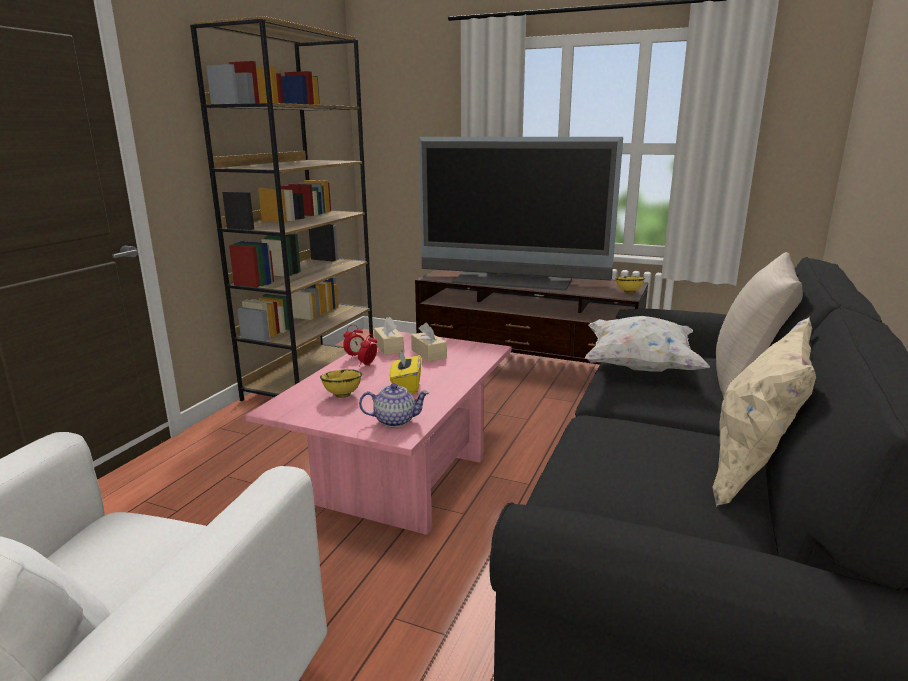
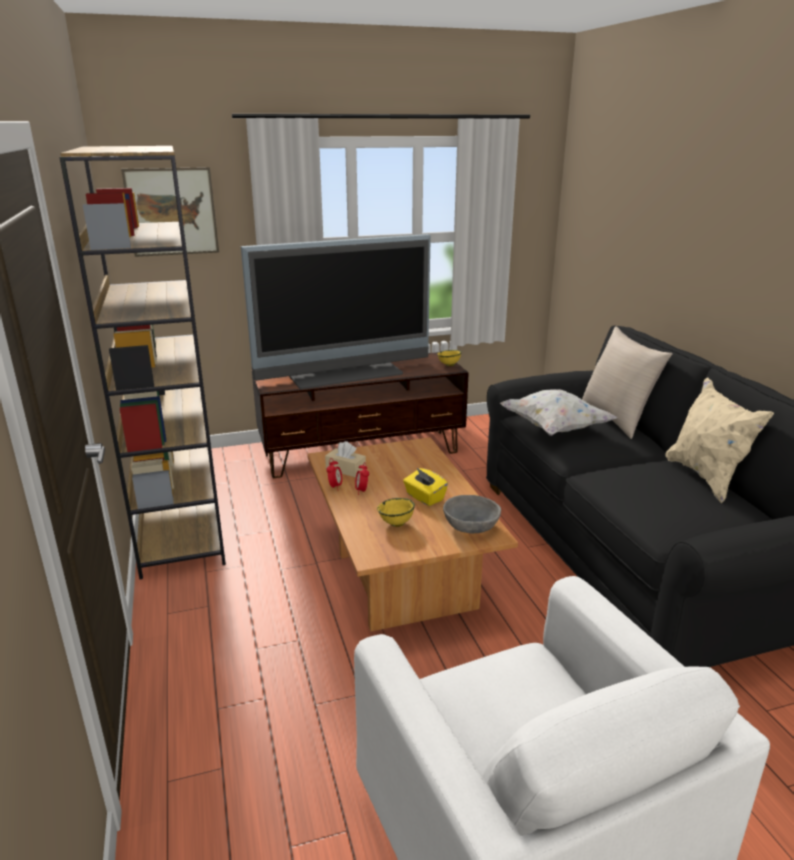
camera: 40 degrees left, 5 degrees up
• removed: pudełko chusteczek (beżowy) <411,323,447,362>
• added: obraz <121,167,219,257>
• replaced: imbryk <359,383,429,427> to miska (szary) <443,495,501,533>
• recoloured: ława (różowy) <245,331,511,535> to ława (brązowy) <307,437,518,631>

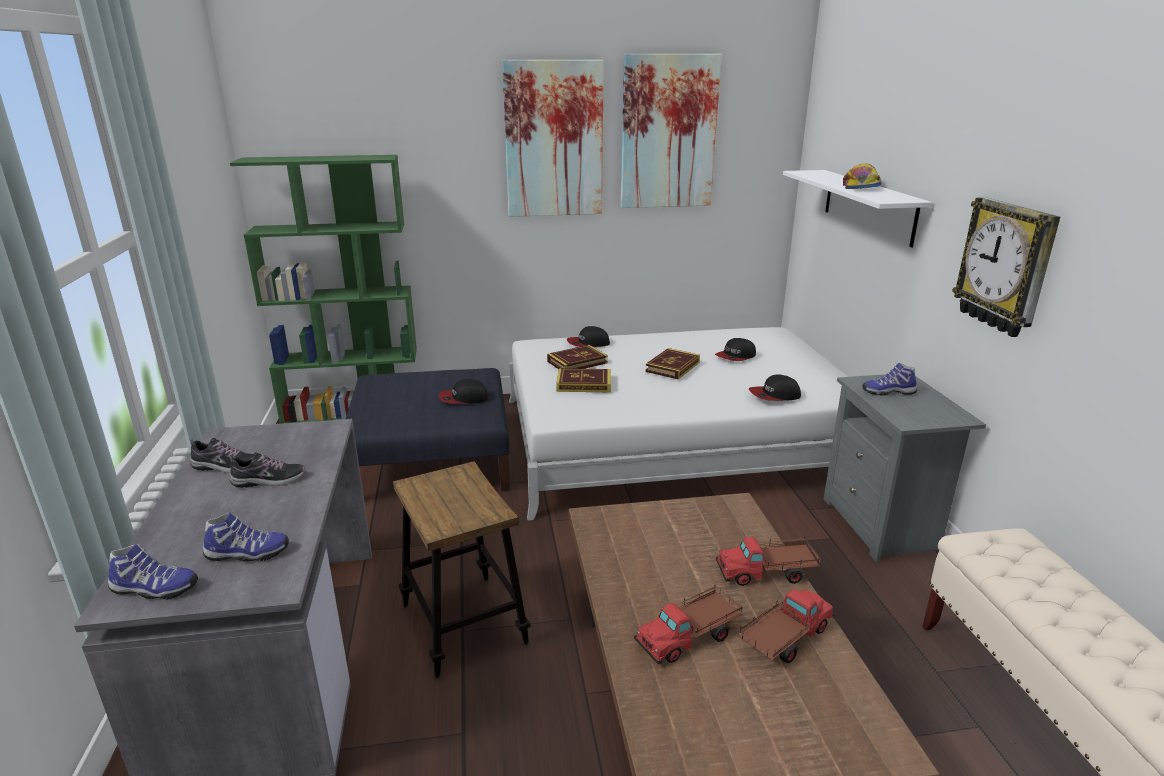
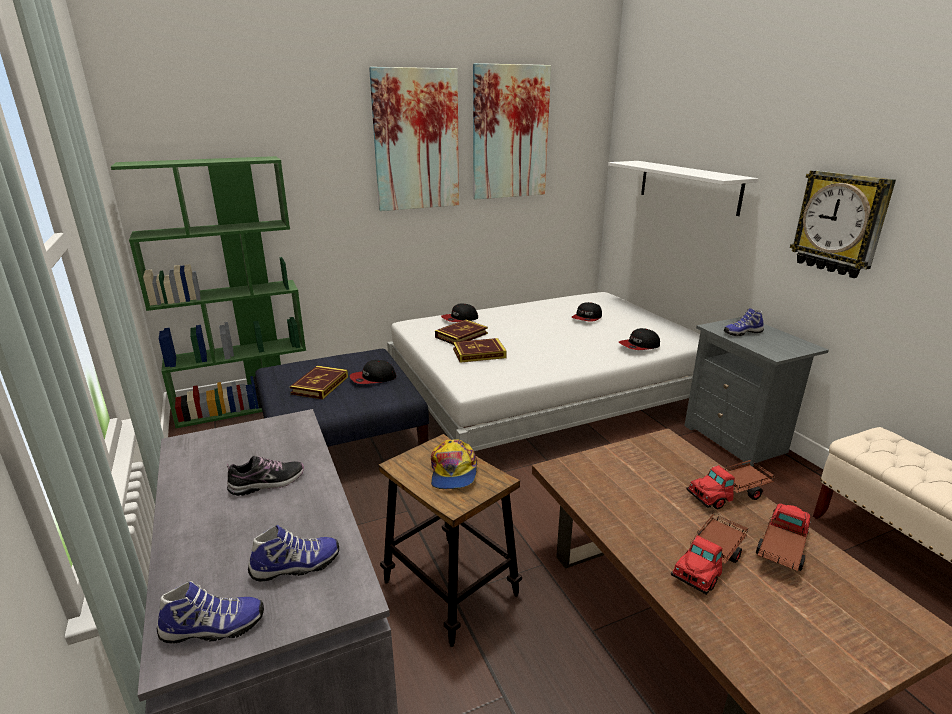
camera: 15 degrees left, 0 degrees up
• removed: but <190,438,253,473>
• moved: książka <645,348,700,379> to <290,366,348,399>
• moved: czapka z daszkiem <843,163,882,189> to <431,439,478,489>

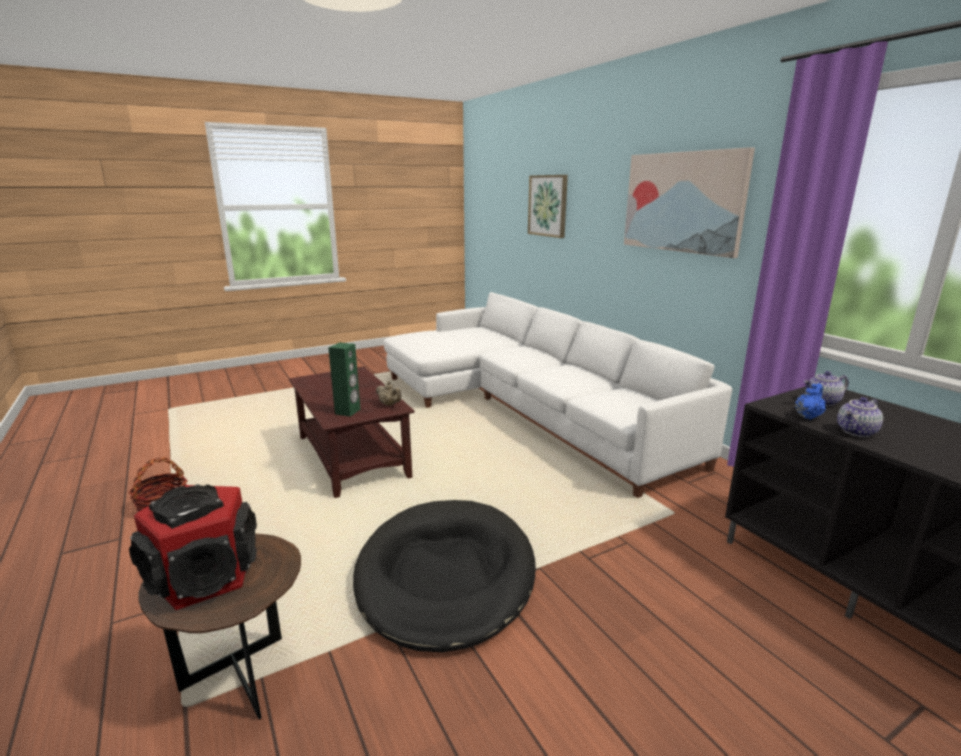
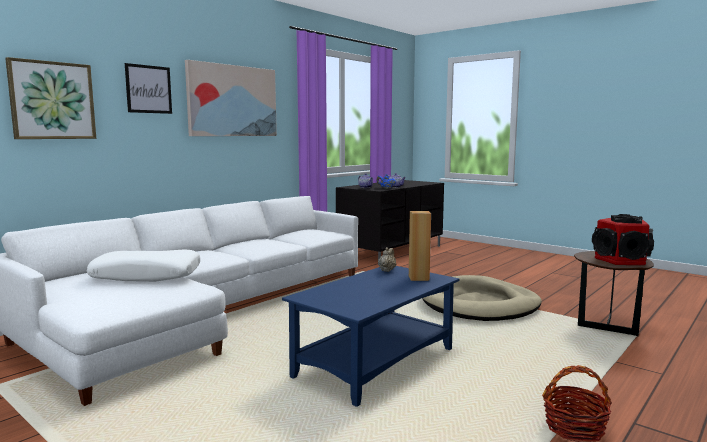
camera: 110 degrees left, 10 degrees down
• added: poduszka (biały) <87,249,200,282>
• added: obraz <125,63,172,114>
• recoloured: ława (brązowy) <289,367,415,498> to ława (niebieski) <282,266,460,407>
• recoloured: głośnik (zielony) <328,342,360,417> to głośnik (brązowy) <409,211,431,281>
• recoloured: legowisko (czarny) <353,500,536,652> to legowisko (beżowy) <422,275,542,321>

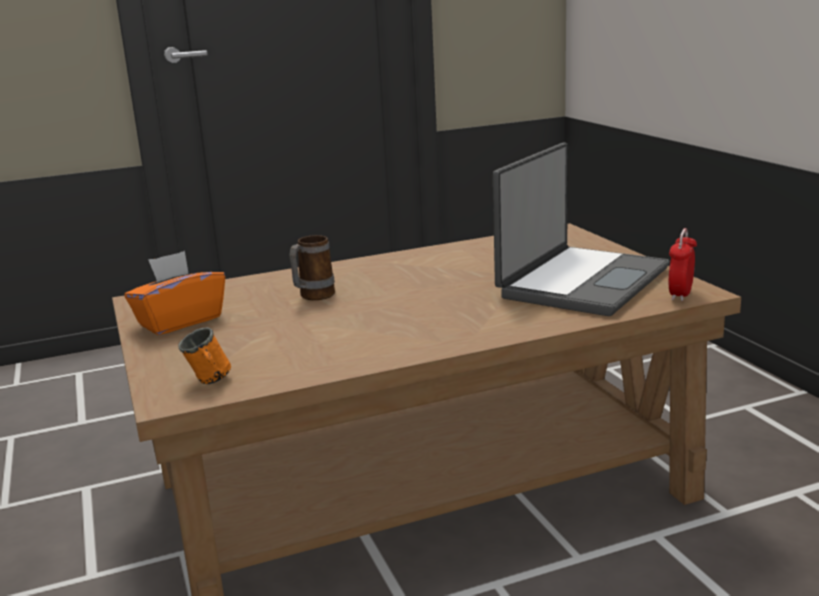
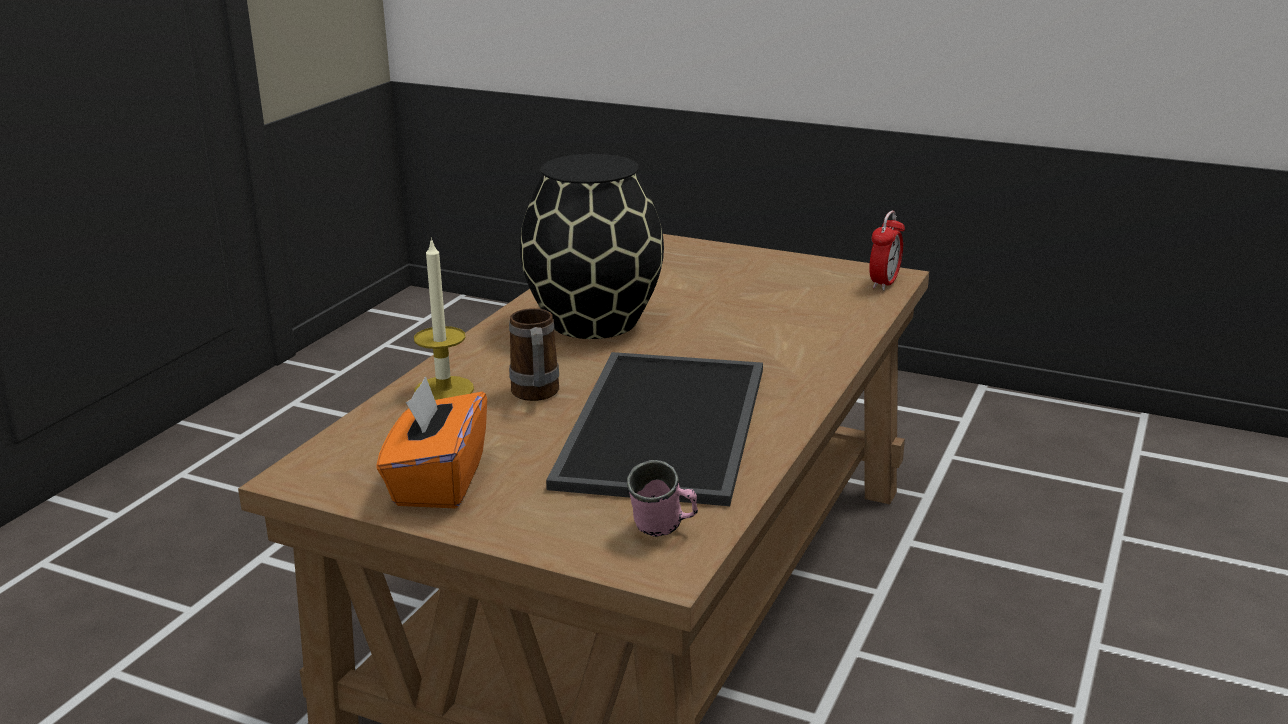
camera: 45 degrees left, 5 degrees up
• removed: laptop <493,143,669,316>
• added: świeca <414,237,474,400>
• added: wazon (czarny) <520,154,664,339>
• added: taca <546,352,763,506>
• recoloured: kubek (pomarańczowy) <178,327,231,384> to kubek (różowy) <627,460,698,537>
• turned: budzik <669,228,697,301> = <869,211,905,291> 135 degrees counterclockwise

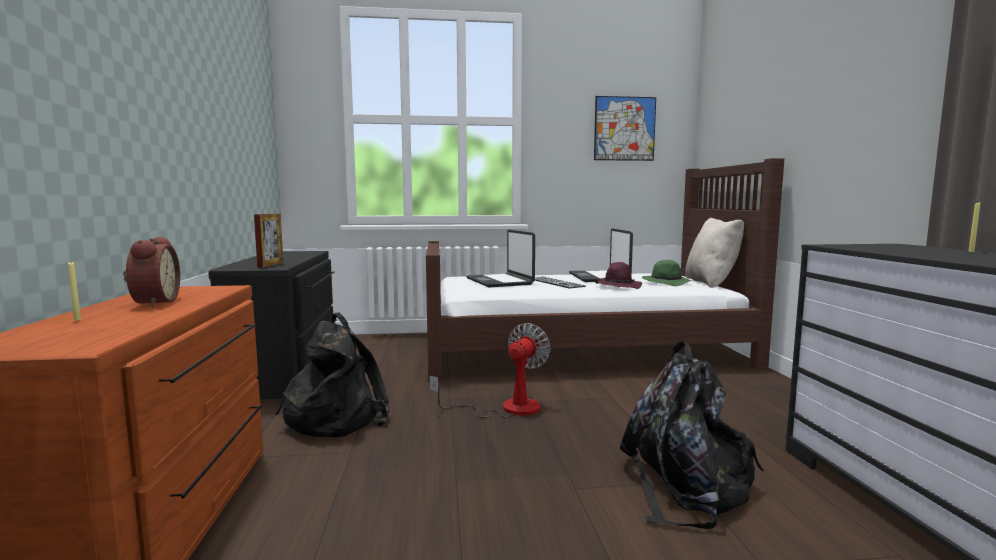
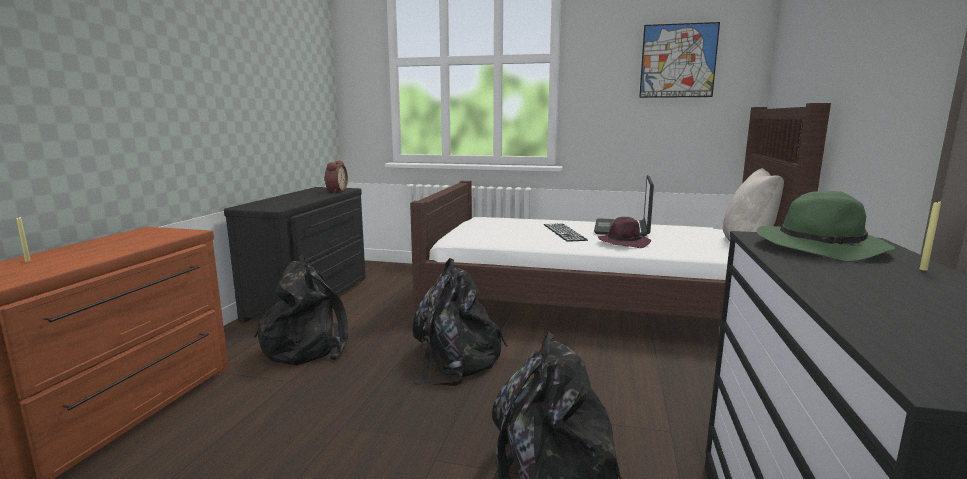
camera: 20 degrees right, 5 degrees up
• removed: ramka na zdjęcie <254,214,283,268>
• removed: laptop <466,230,535,287>
• moved: budzik <123,237,180,307> to <324,160,348,193>
• moved: kapelusz (zielony) <642,260,691,286> to <757,191,895,262>
• replaced: wentylator <430,323,550,418> to plecak (czarny) <412,258,508,386>

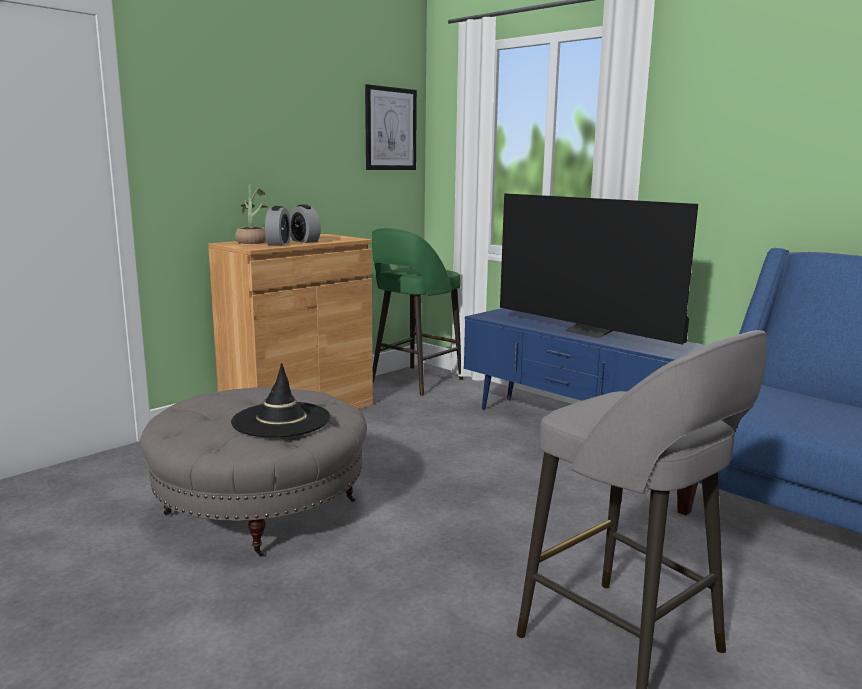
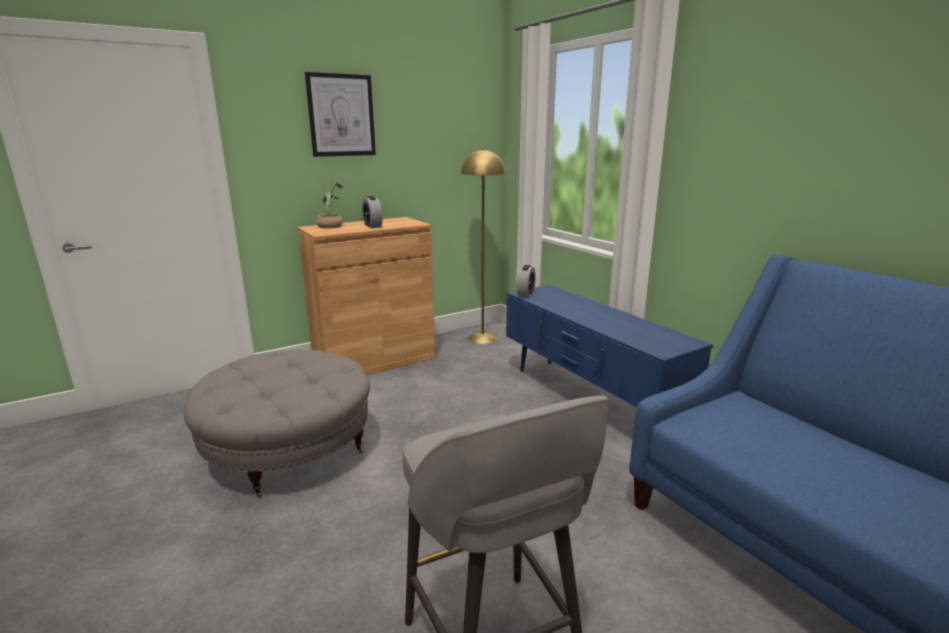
camera: 15 degrees right, 5 degrees up
• removed: kapelusz (czarny) <231,363,330,437>
• removed: telewizor <500,193,698,345>
• moved: budzik <265,206,291,246> to <517,265,536,298>
• moved: obraz <365,84,417,170> to <305,72,376,157>
• replaced: stołek (zielony) <372,228,463,396> to lampa stojąca (żółty) <461,149,505,344>

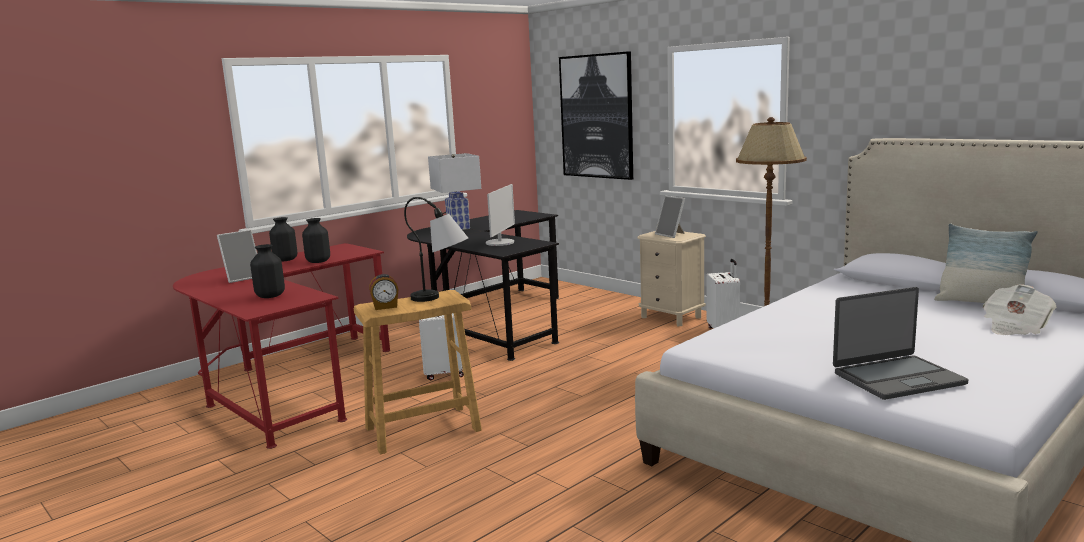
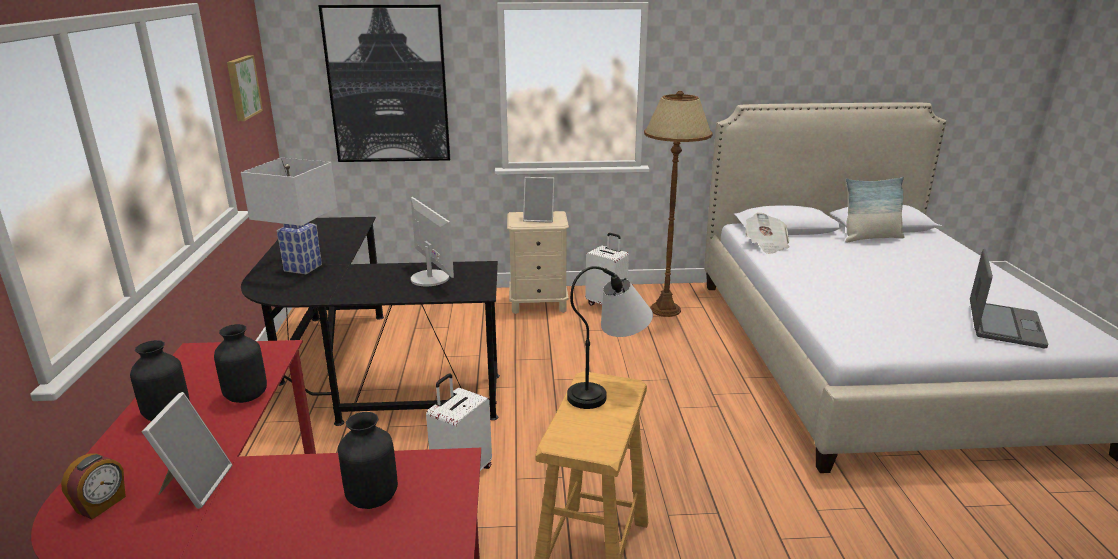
camera: 50 degrees left, 10 degrees up
• added: obraz <227,55,263,121>
• moved: budzik <369,274,399,310> to <61,453,126,520>
• moved: gazeta <983,284,1056,335> to <745,213,790,254>

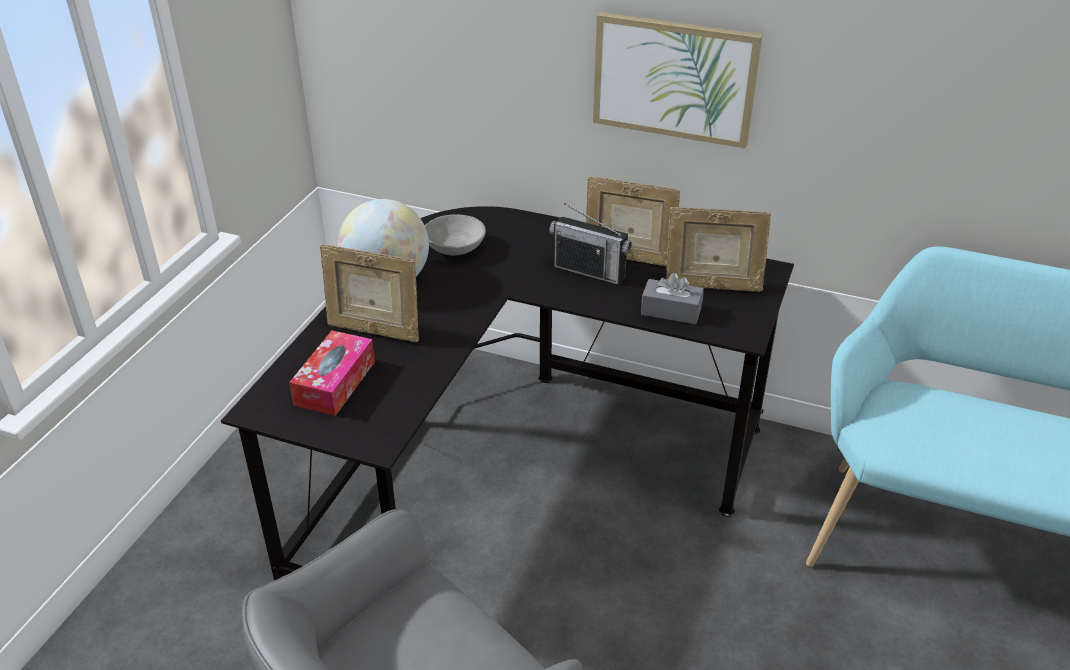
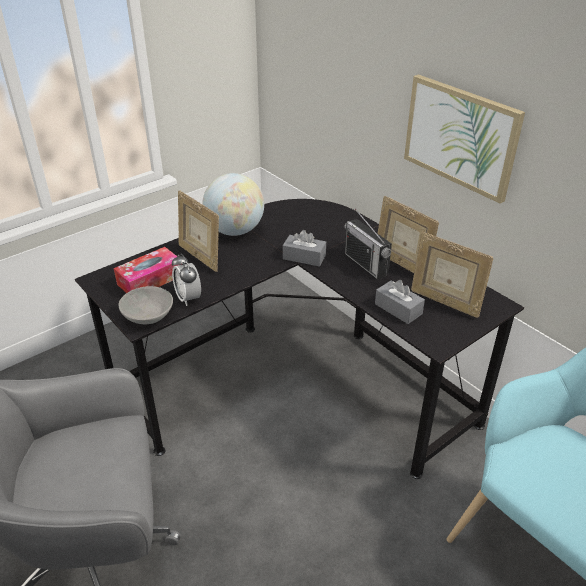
camera: 30 degrees right, 0 degrees up
• added: budzik <172,254,201,306>
• added: pudełko chusteczek (szary) <283,230,326,267>
• moved: miska (szary) <425,214,486,256> to <119,286,173,324>

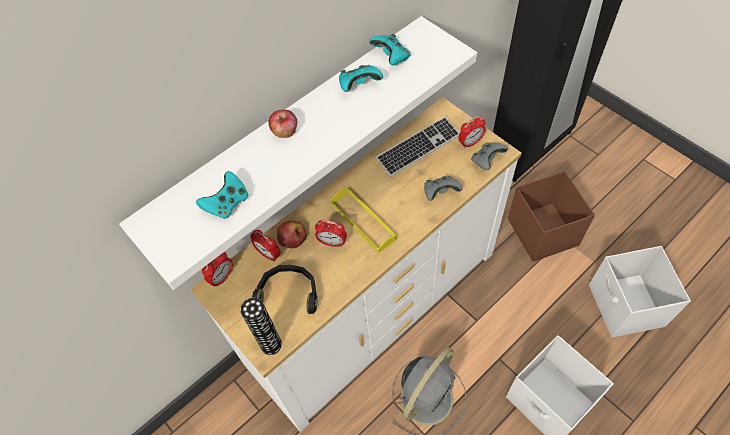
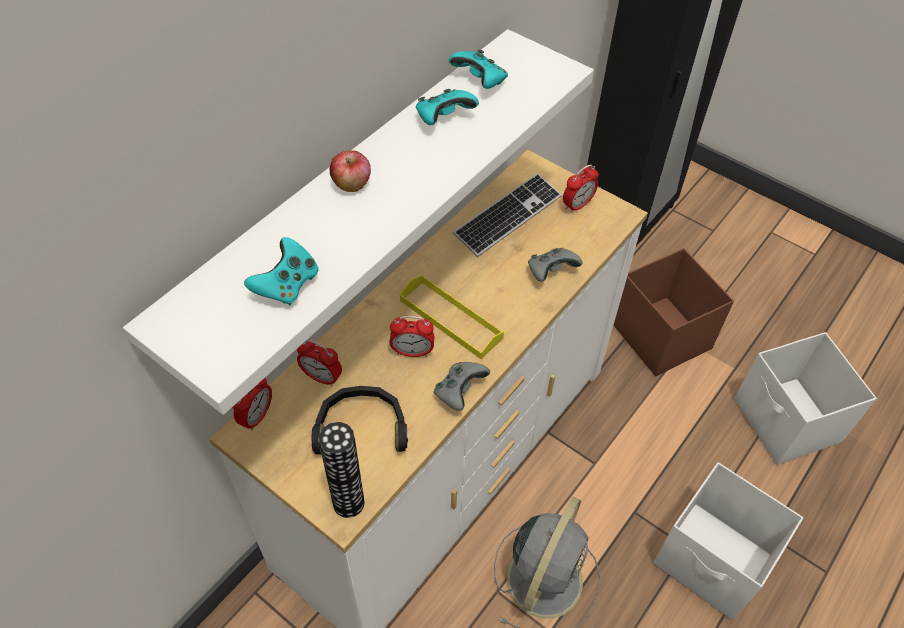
camera: 15 degrees left, 5 degrees down
• removed: jabłko <277,221,307,248>
• moved: pad do gier (szary) <471,142,508,170> to <433,362,490,411>

